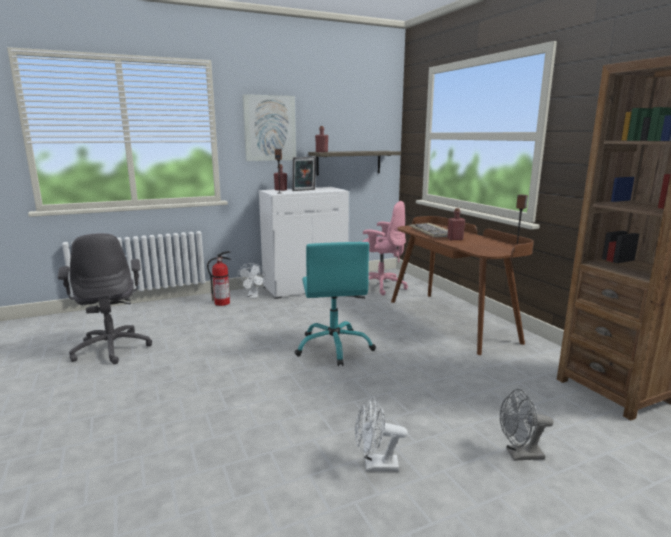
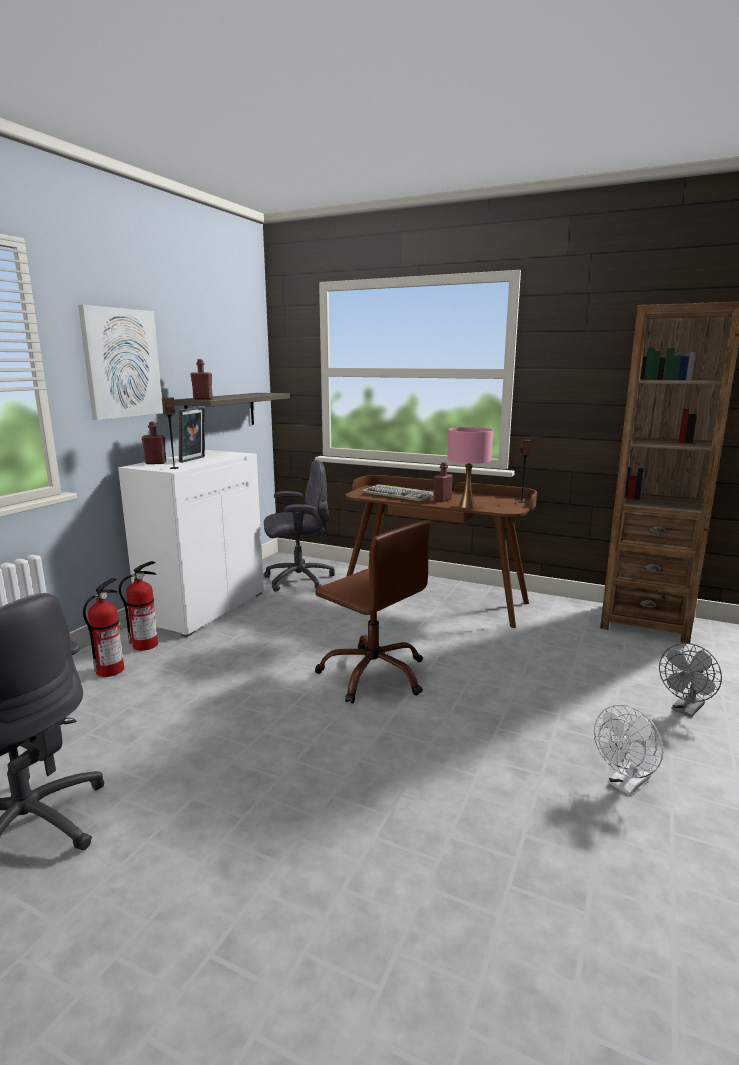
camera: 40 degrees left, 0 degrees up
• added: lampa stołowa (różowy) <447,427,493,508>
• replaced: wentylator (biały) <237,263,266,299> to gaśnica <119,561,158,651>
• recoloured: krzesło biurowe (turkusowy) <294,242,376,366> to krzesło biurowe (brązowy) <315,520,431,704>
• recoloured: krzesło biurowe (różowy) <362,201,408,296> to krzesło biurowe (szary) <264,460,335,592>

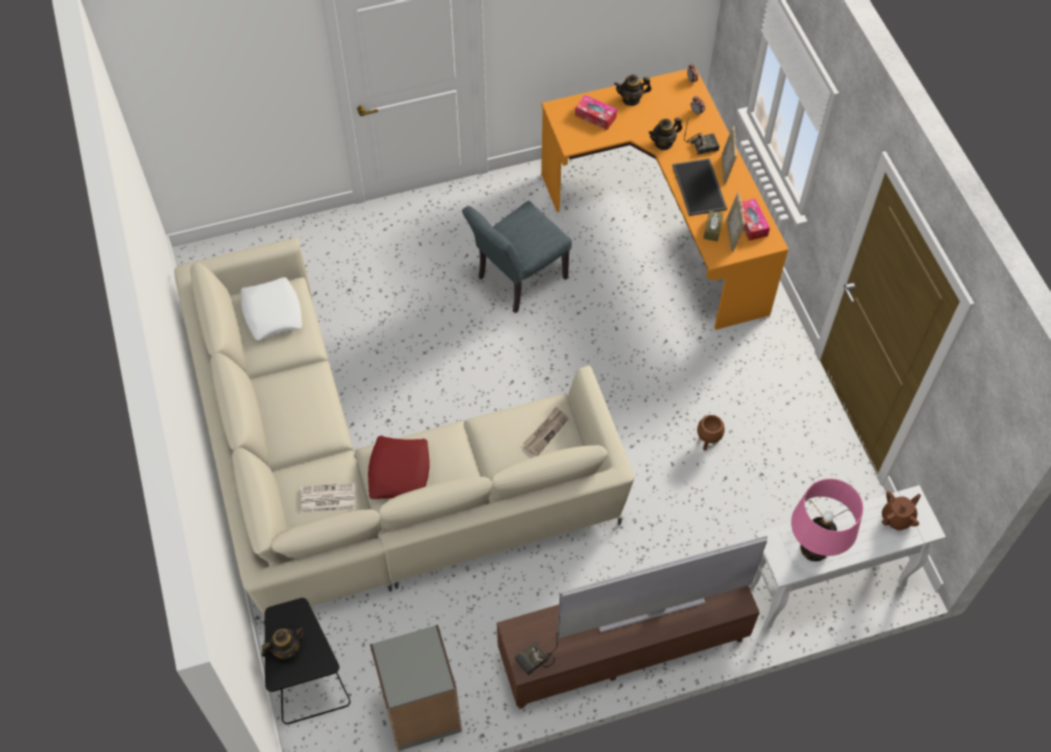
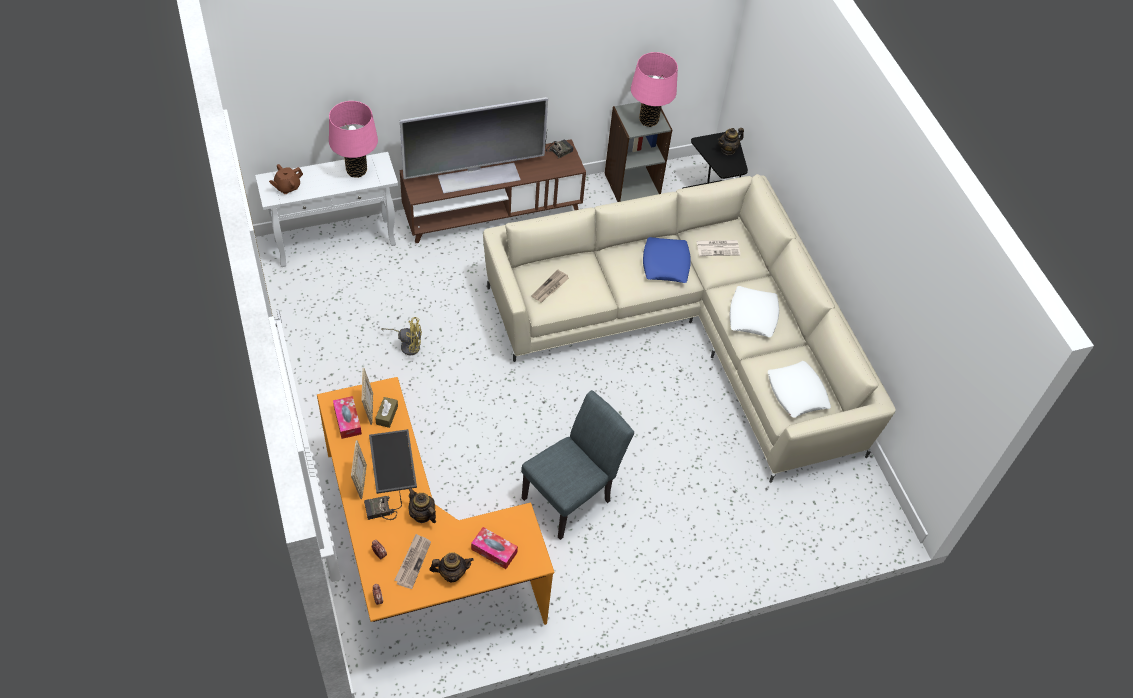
camera: 175 degrees right, 5 degrees down
• added: gazeta <394,534,431,589>
• added: lampa stołowa (różowy) <631,52,678,127>
• added: poduszka (biały) <730,286,779,337>
• replaced: donica (brązowy) <697,415,725,450> to wentylator (żółty) <381,317,422,355>
• recoloured: poduszka (czerwony) <368,436,430,499> to poduszka (niebieski) <643,237,691,283>
• turned: imbryk <649,117,682,150> = <408,487,436,523> 105 degrees counterclockwise

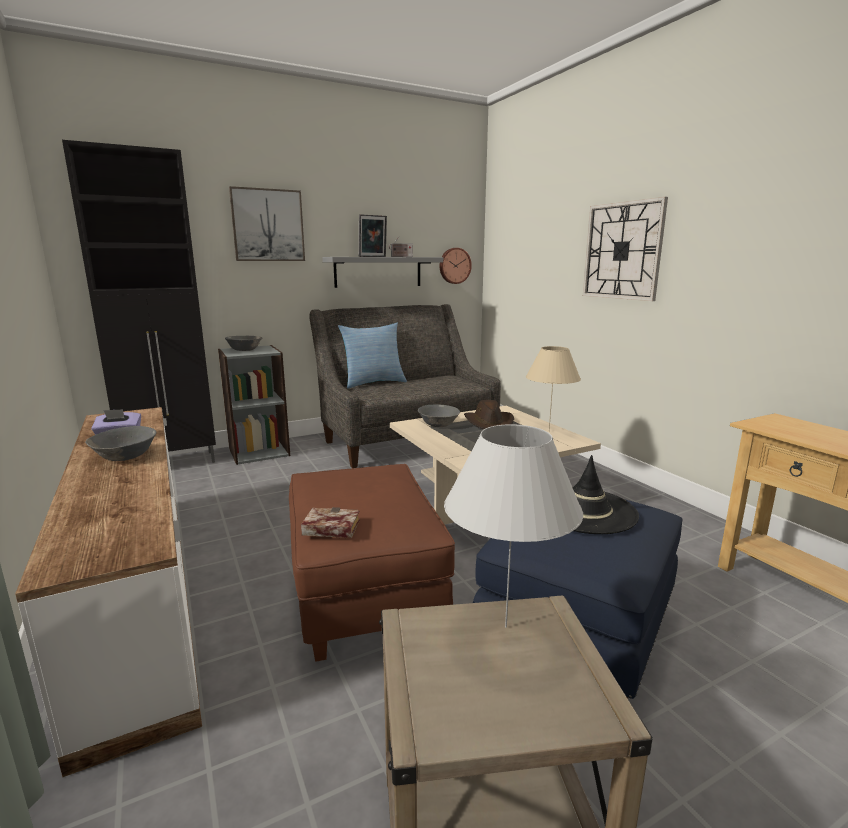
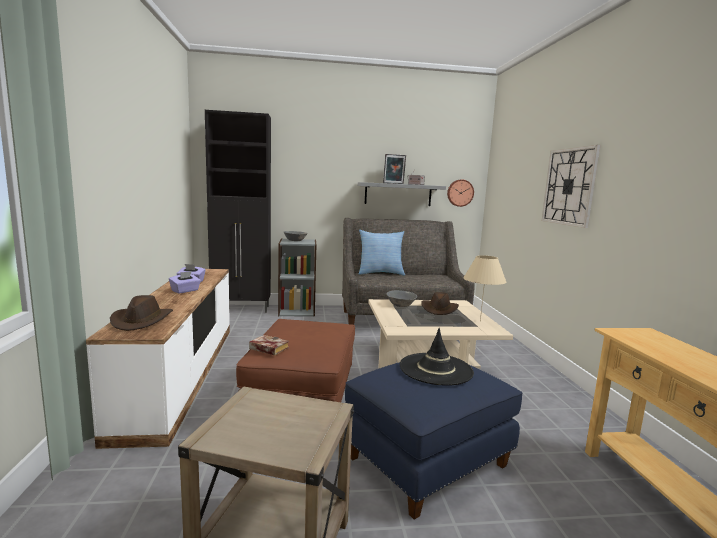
camera: 20 degrees right, 5 degrees down
• removed: obraz <229,186,305,261>
• removed: lampa stołowa (biały) <444,424,583,628>
• added: kapelusz (brązowy) <110,295,173,331>
• replaced: miska (szary) <85,426,156,461> to pudełko chusteczek (fioletowy) <169,271,201,293>

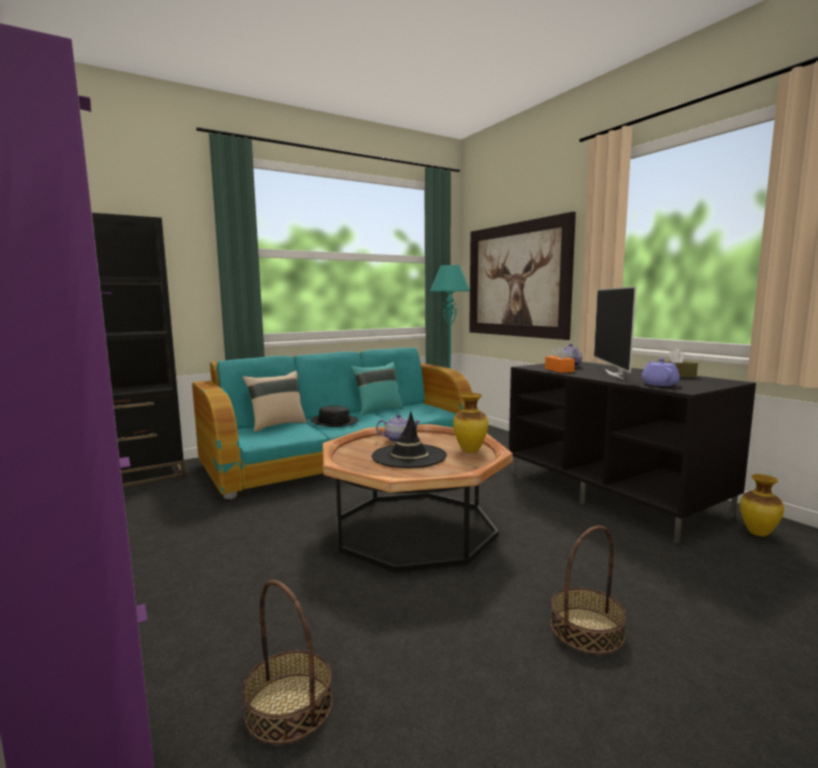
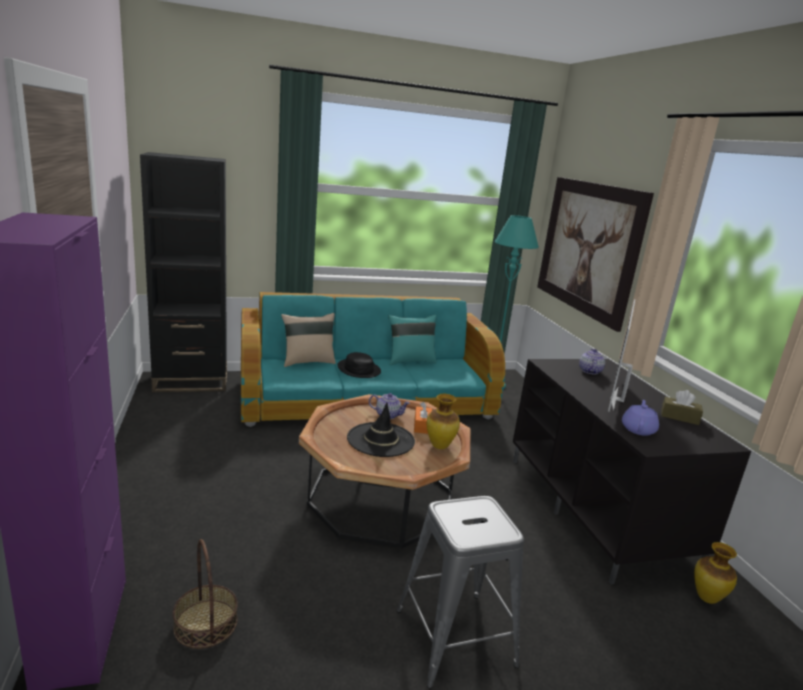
camera: 15 degrees right, 10 degrees up
• moved: pudełko chusteczek (pomarańczowy) <545,345,575,373> to <414,402,432,434>
• replaced: koszyk <550,526,627,654> to stołek (szary) <397,496,524,688>

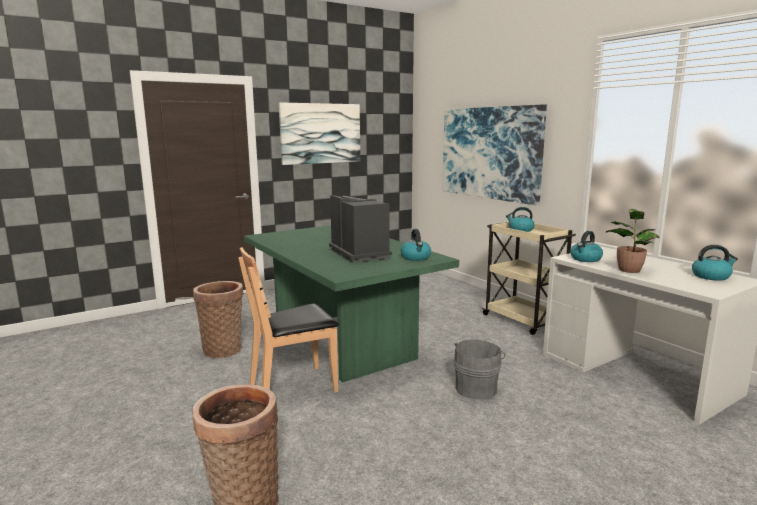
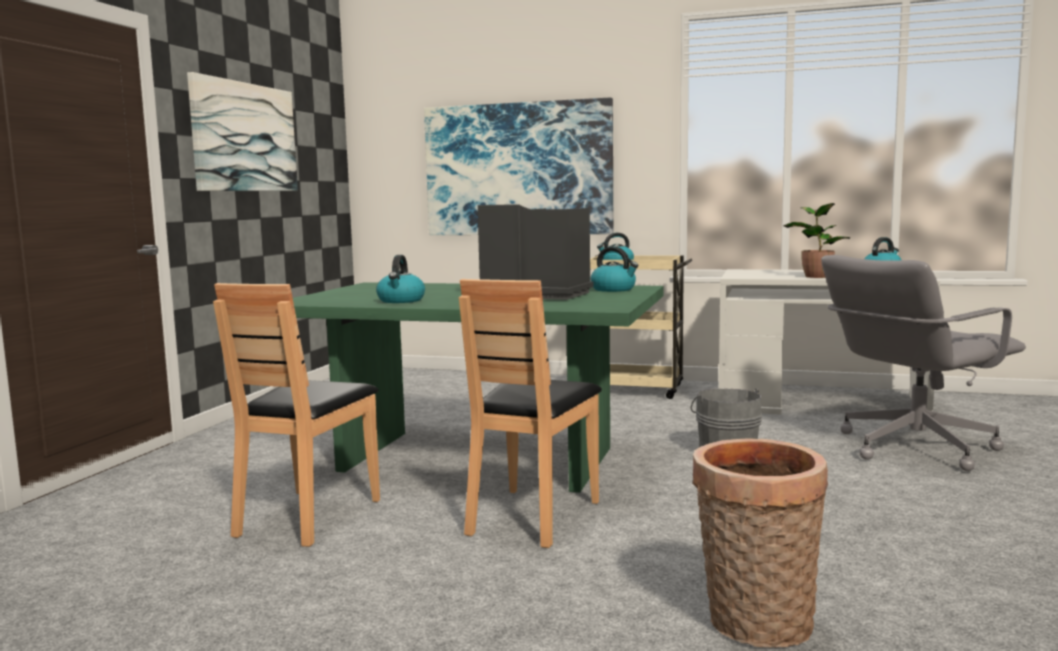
camera: 40 degrees left, 5 degrees down
• added: krzesło biurowe (szary) <821,255,1026,471>
• moved: czajnik <571,231,603,262> to <376,255,425,303>
• replaced: koszyk <193,281,244,358> to krzesło (brązowy) <213,283,380,547>

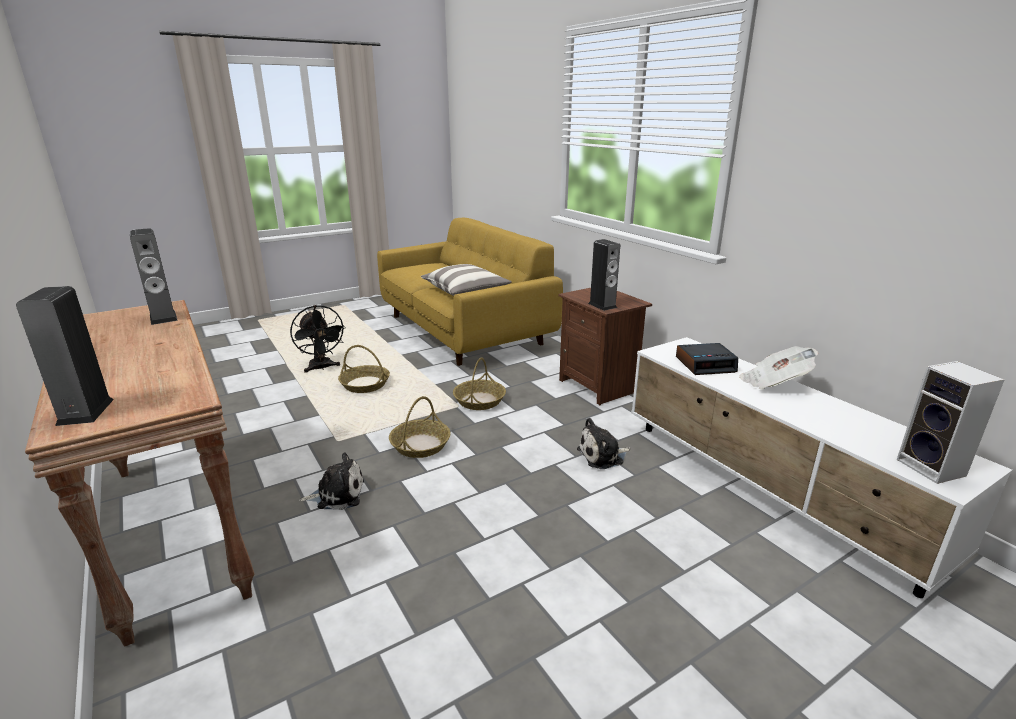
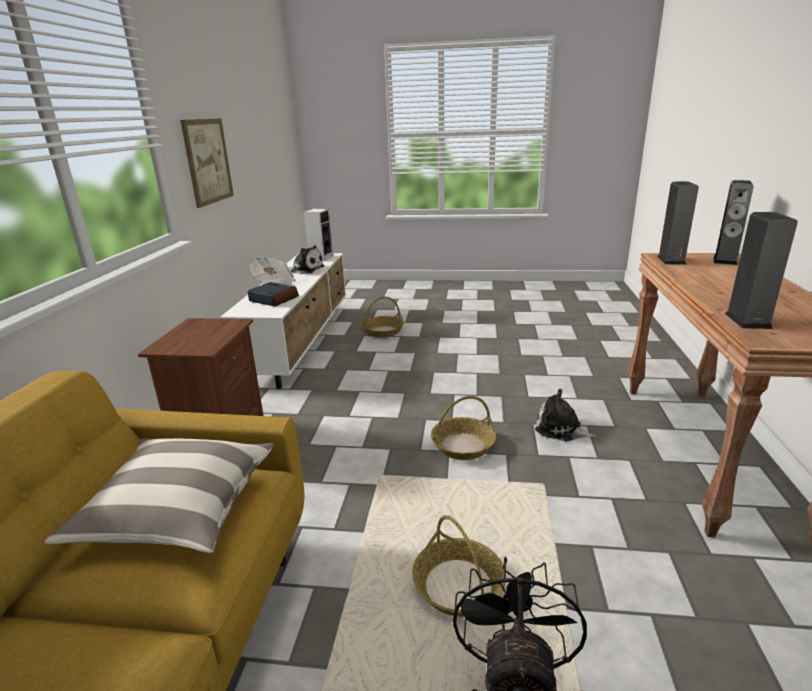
camera: 140 degrees left, 0 degrees up
• added: obraz <180,118,234,208>
• moved: koszyk <453,358,506,410> to <362,297,404,338>
• moved: pluszak <577,418,631,469> to <289,245,324,274>
• moved: głośnik <588,239,620,311> to <657,181,699,265>

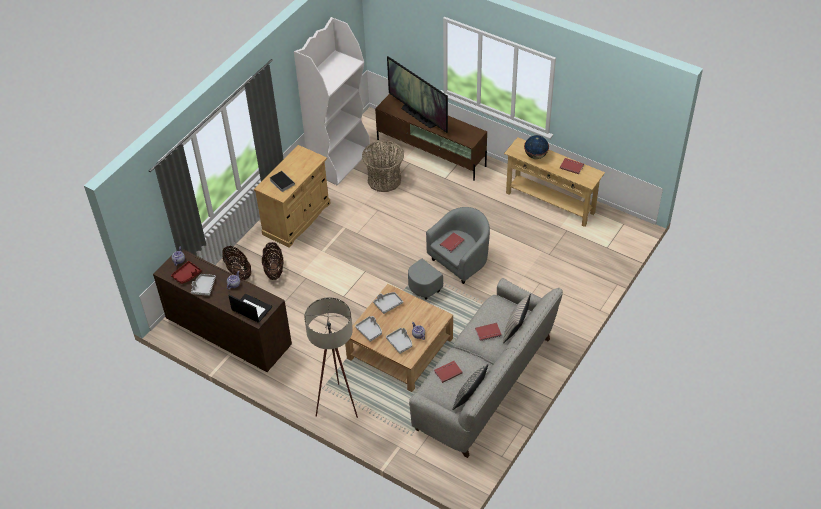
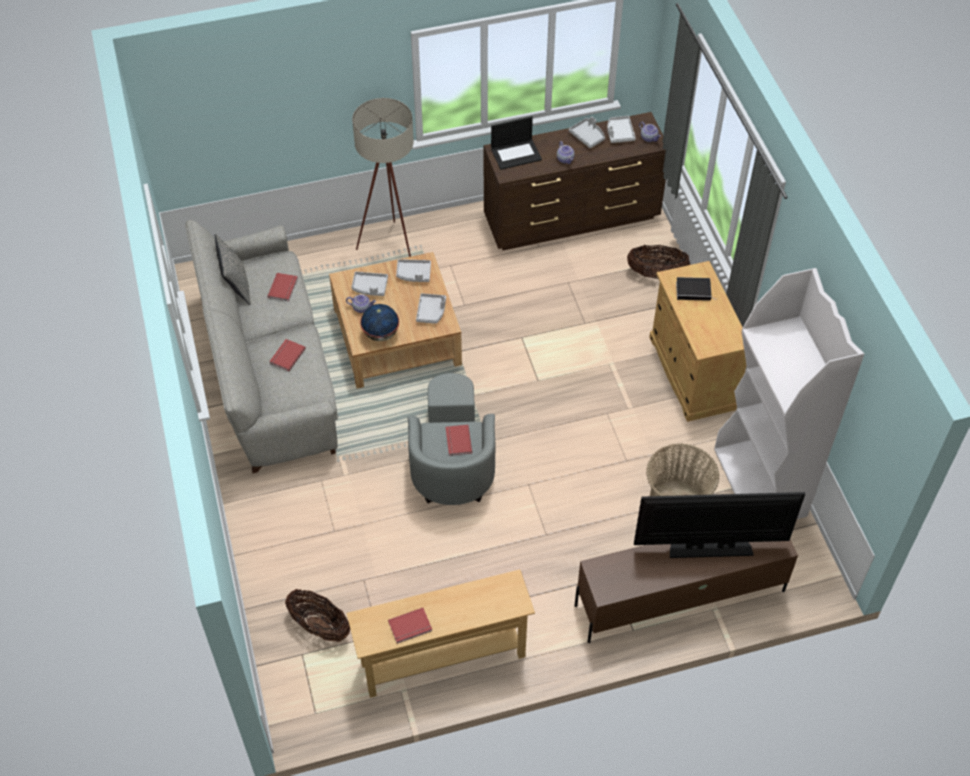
camera: 130 degrees right, 5 degrees up
• removed: poduszka (beżowy) <503,294,531,343>
• moved: koszyk <262,242,284,280> to <285,589,350,642>
• moved: globus <524,135,549,159> to <360,304,399,341>
• recoloured: taca (czerwony) <171,261,202,284> to taca (biały) <607,116,636,143>

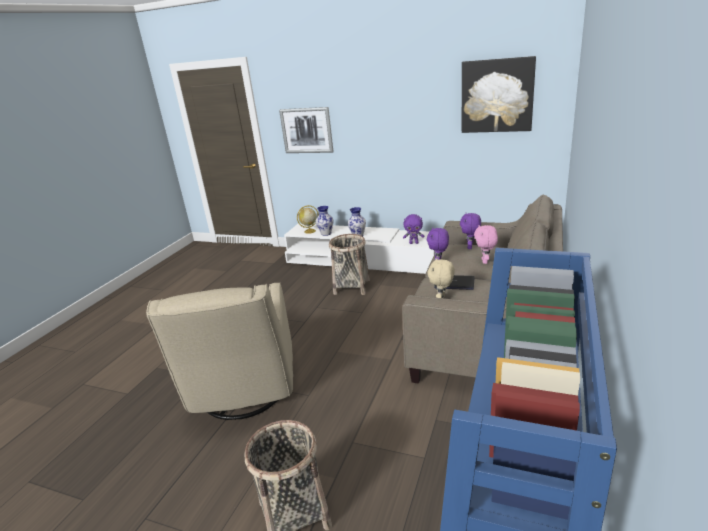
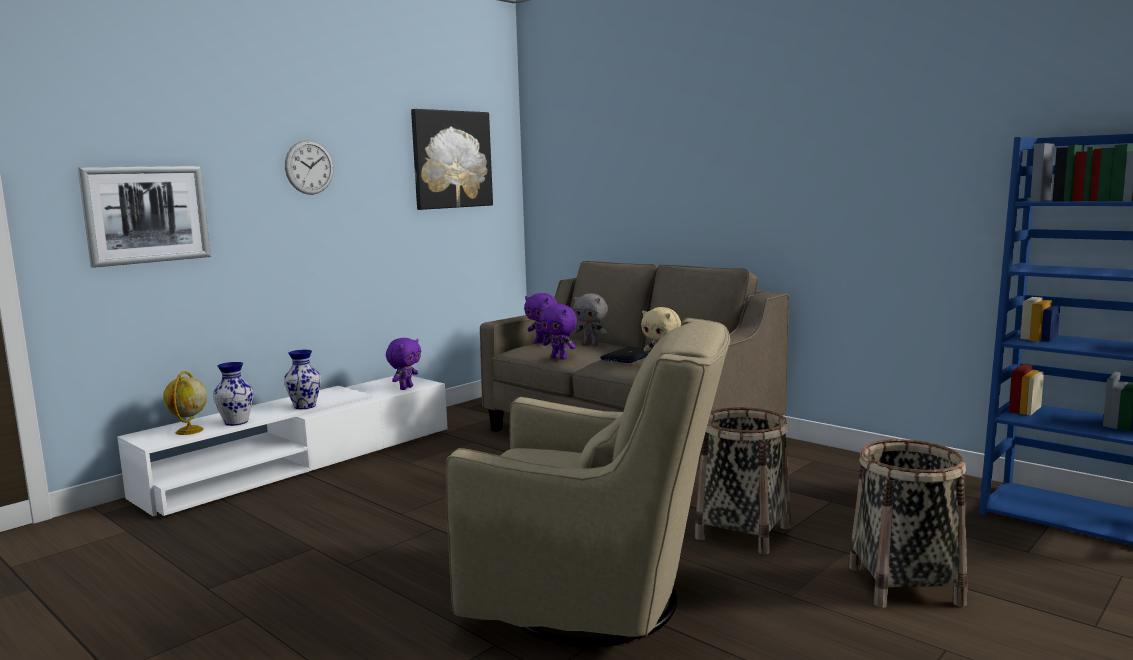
camera: 70 degrees left, 15 degrees down
• added: zegar ścienny <285,140,334,195>
• moved: koszyk <329,234,370,295> to <695,407,791,554>
• recoloured: pluszak (różowy) <474,225,498,264> to pluszak (szary) <573,293,608,345>

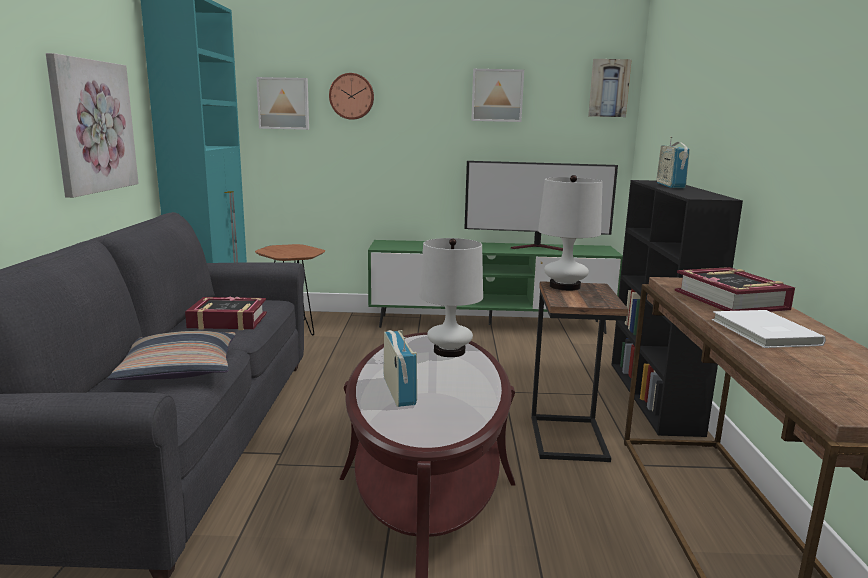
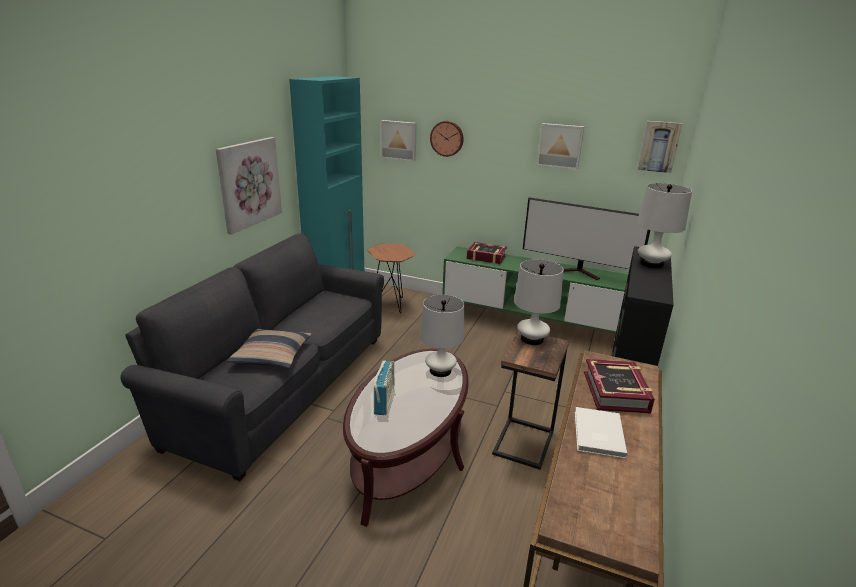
camera: 20 degrees right, 10 degrees up
• moved: książka <185,297,267,330> to <467,242,507,264>
• replaced: radio <657,137,690,188> to lampa stołowa (biały) <637,183,692,268>

